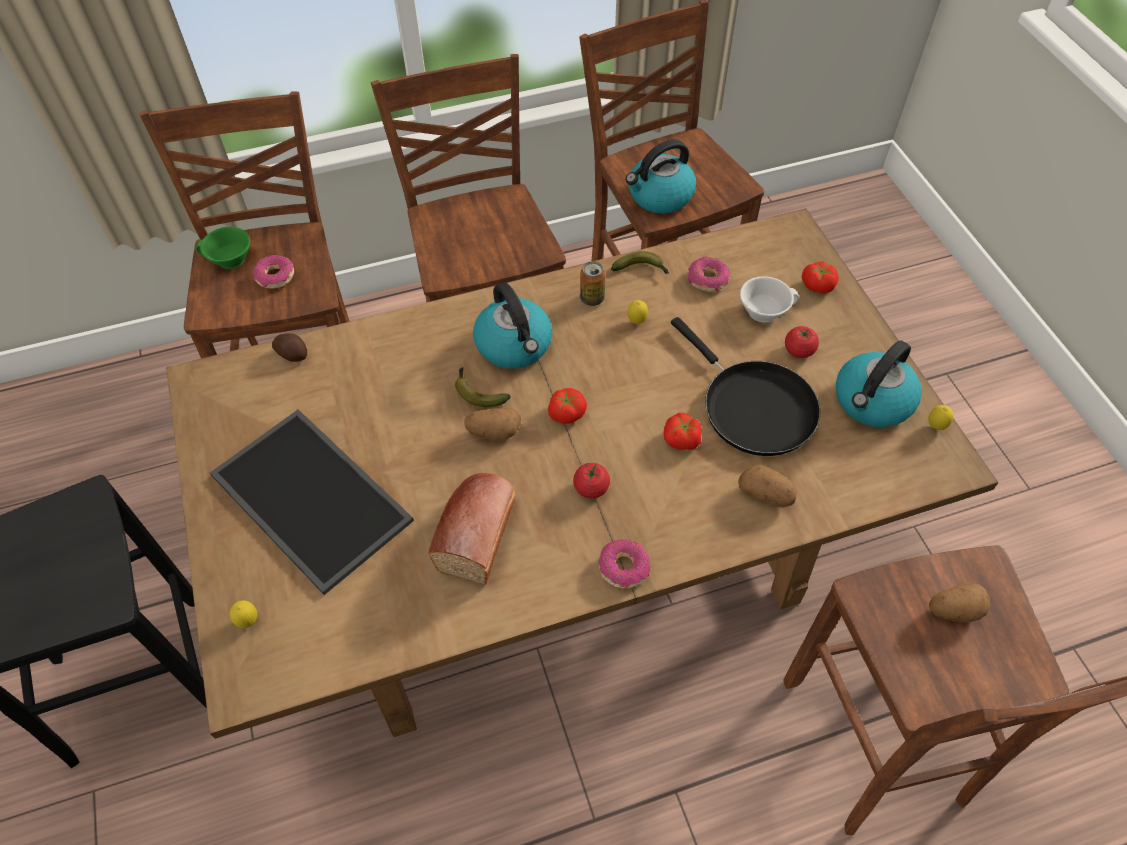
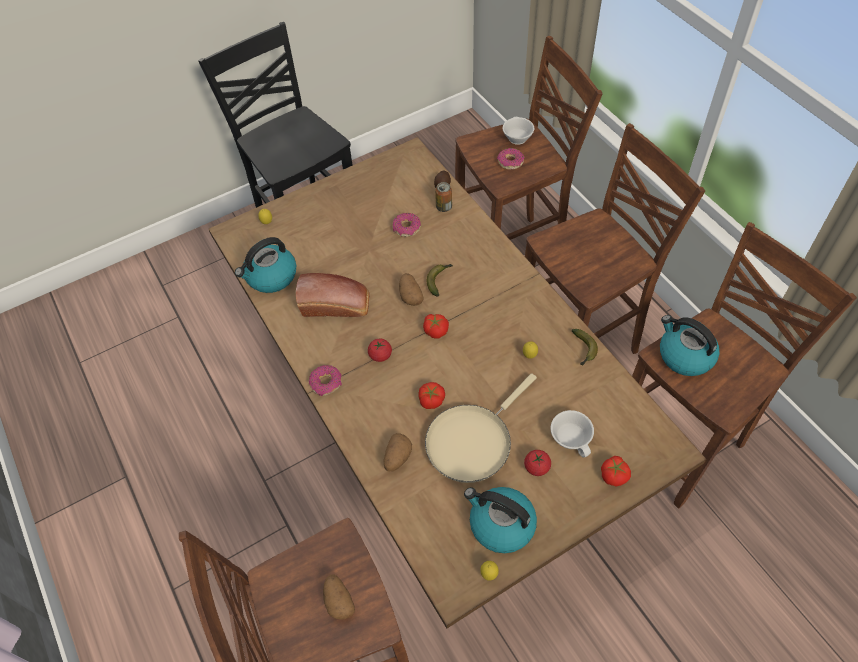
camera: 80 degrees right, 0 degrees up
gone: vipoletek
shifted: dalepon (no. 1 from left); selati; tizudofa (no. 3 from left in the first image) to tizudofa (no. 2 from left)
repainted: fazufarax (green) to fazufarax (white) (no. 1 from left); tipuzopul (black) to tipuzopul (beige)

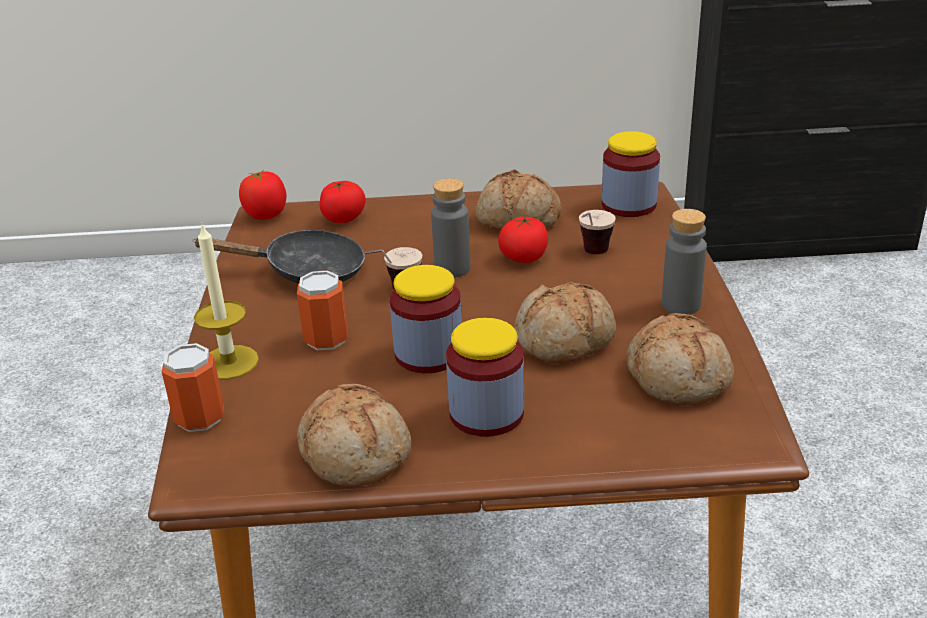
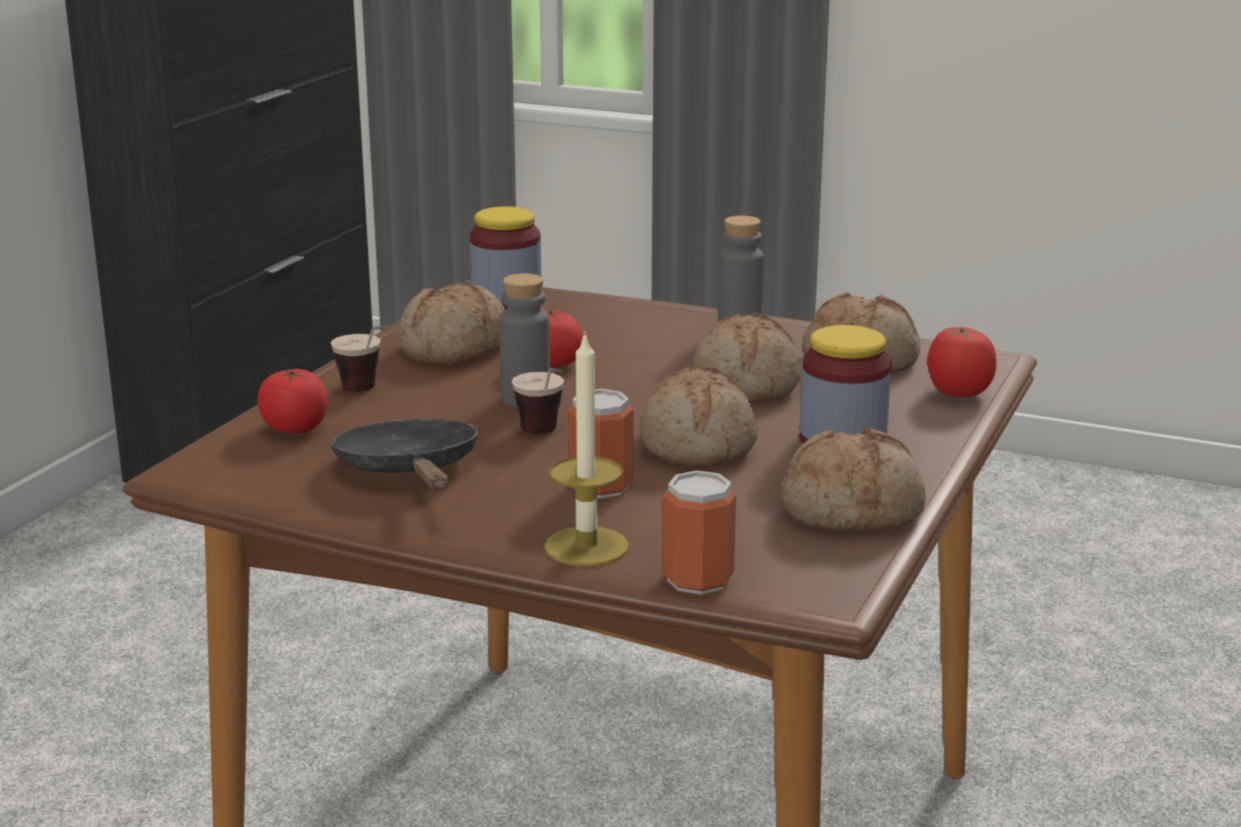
camera: 65 degrees left, 10 degrees down
shifted: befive (no. 1 from left in the first image) to befive (no. 3 from left); fazufarax (no. 2 from left in the first image) to fazufarax (no. 1 from left)
swapped: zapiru (no. 1 from left) to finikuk (no. 2 from left)
rotated: tipuzopul (black) 45 degrees counterclockwise

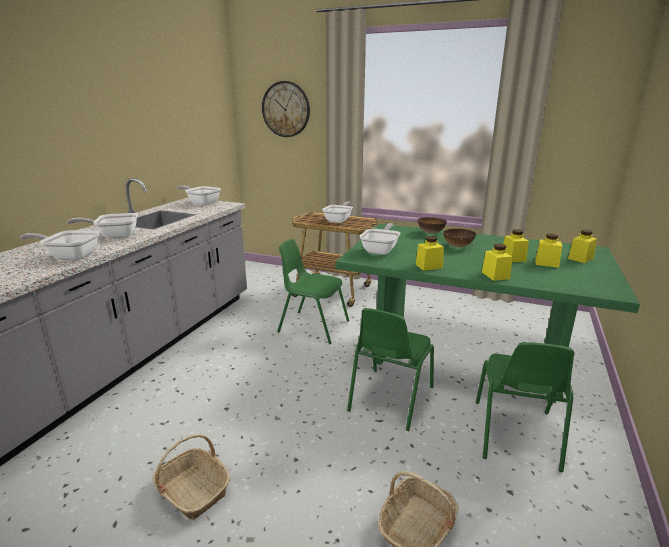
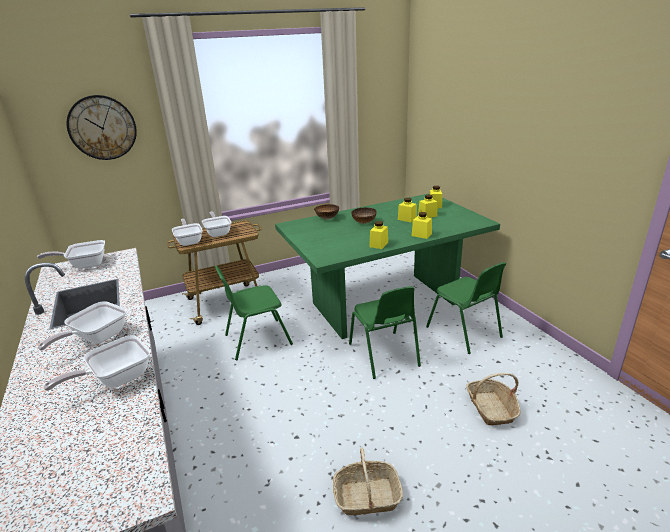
camera: 45 degrees left, 5 degrees up
shifted: tipuzopul (no. 5 from left in the first image) to tipuzopul (no. 4 from left)

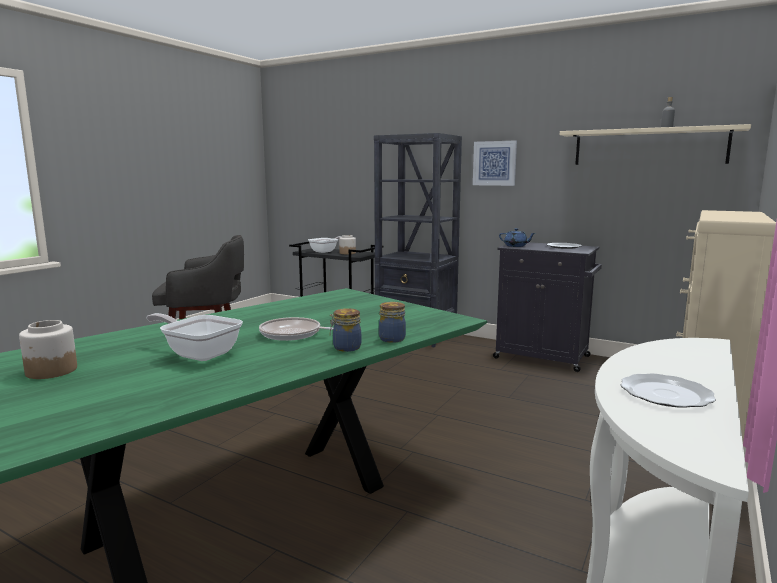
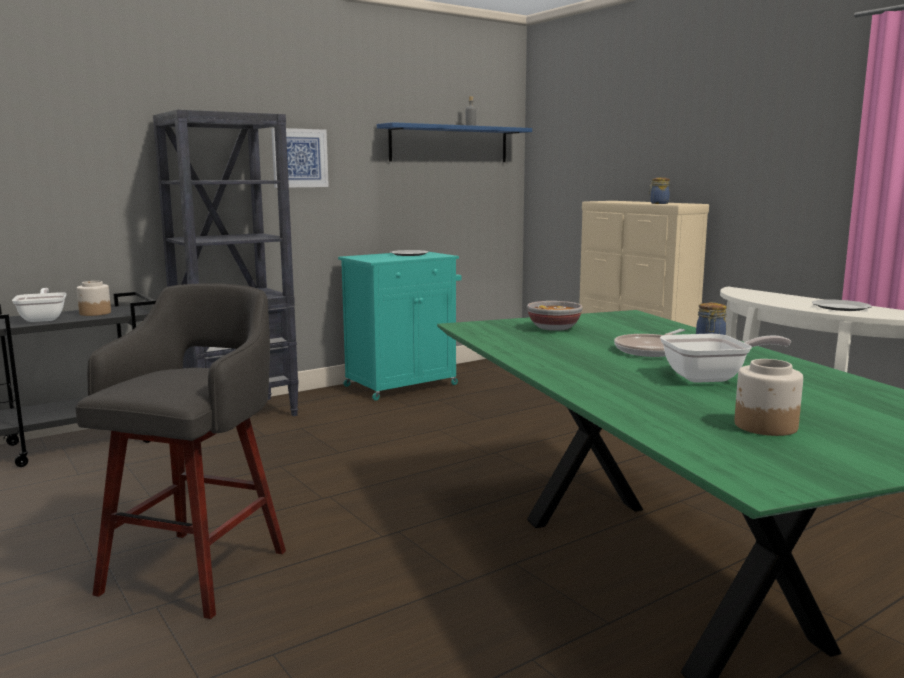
camera: 65 degrees left, 0 degrees up
gone: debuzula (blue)
new: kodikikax
shifted: zapiru (no. 4 from left in the first image) to zapiru (no. 2 from left)
repainted: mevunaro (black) to mevunaro (turquoise); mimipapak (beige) to mimipapak (blue)
rotated: tipuzopul (no. 1 from left in the first image) 150 degrees counterclockwise

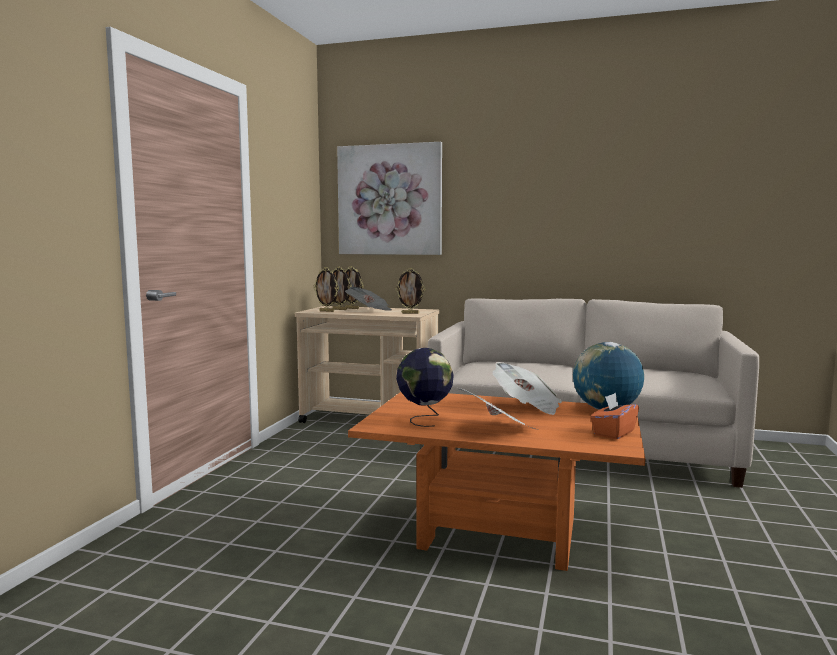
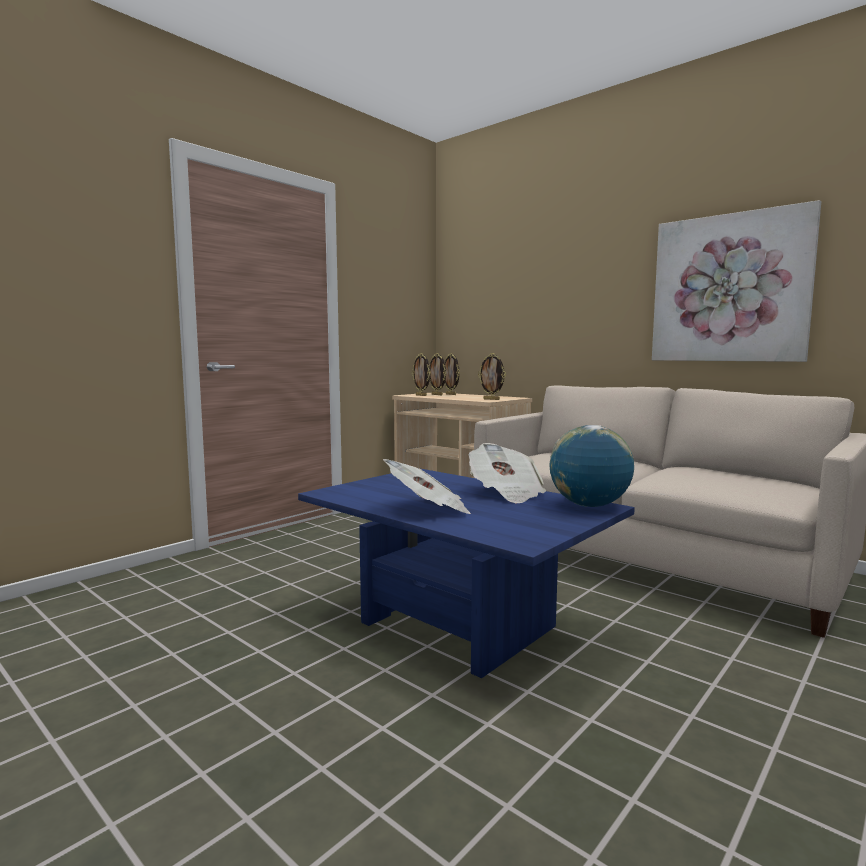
camera: 25 degrees right, 0 degrees up
gone: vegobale (no. 1 from left); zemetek (no. 1 from left); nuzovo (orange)
shifted: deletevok
repainted: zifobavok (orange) to zifobavok (blue)

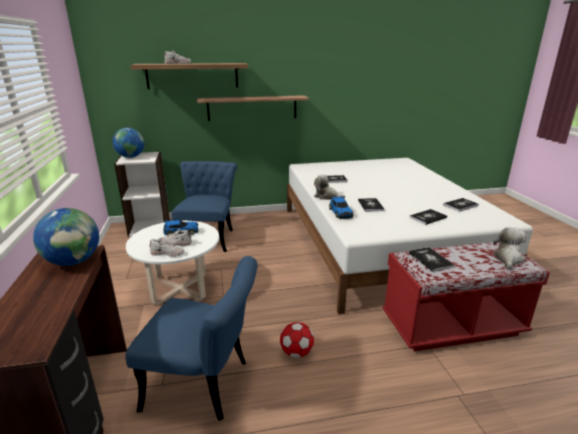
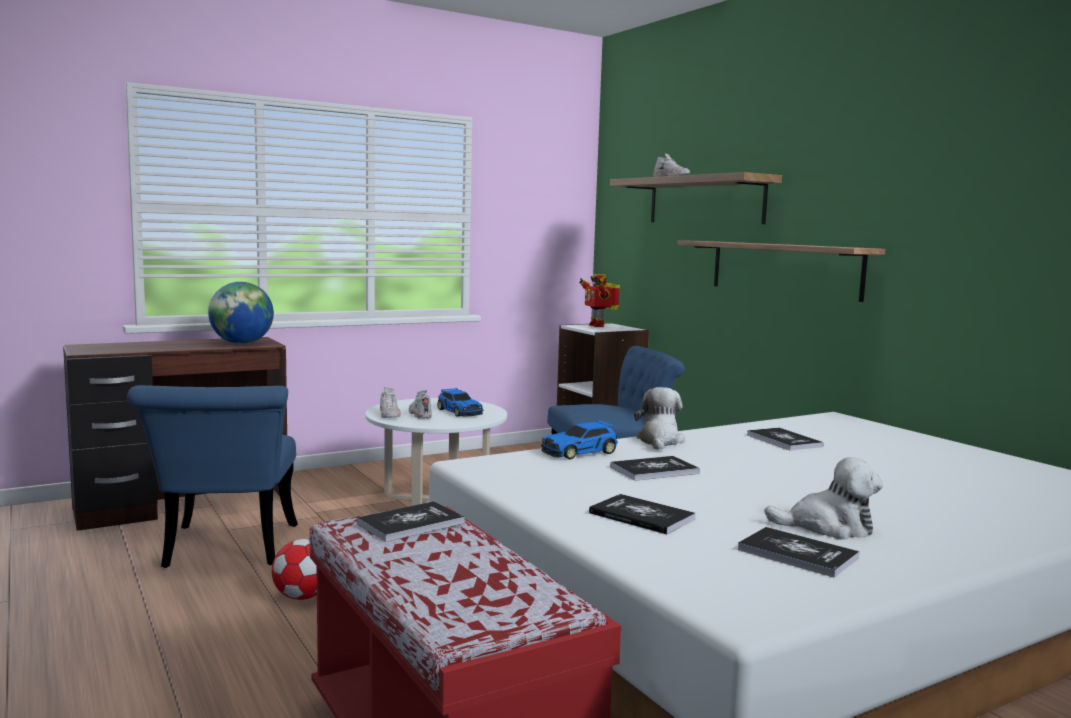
camera: 70 degrees right, 15 degrees down
shifted: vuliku (no. 2 from left)
swapped: zemetek (no. 2 from left) to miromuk

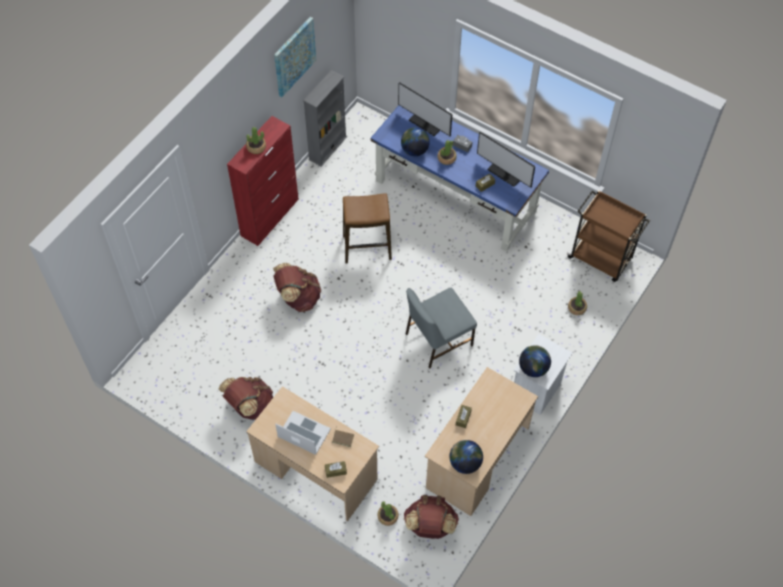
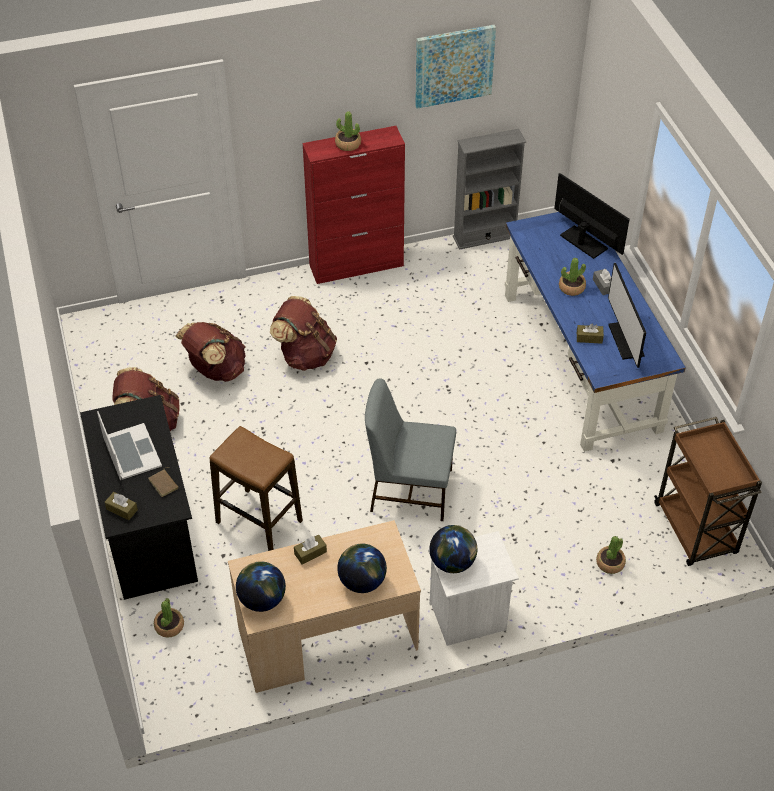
camera: 40 degrees right, 10 degrees down
shifted: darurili; zemetek (no. 1 from left in the first image) to zemetek (no. 2 from left); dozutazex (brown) (no. 3 from left in the first image) to dozutazex (brown) (no. 2 from left)
repainted: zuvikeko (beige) (no. 1 from left) to zuvikeko (black)
rotated: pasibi (no. 1 from left) 150 degrees clockwise

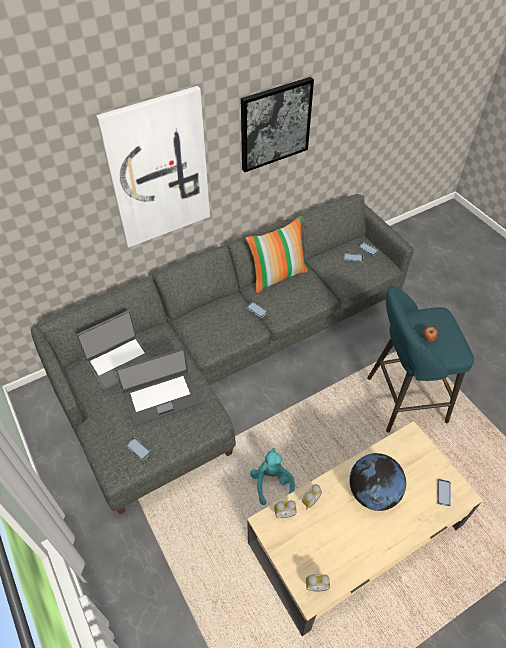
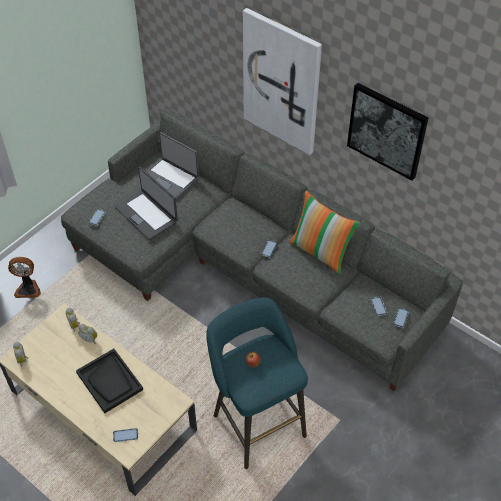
camera: 70 degrees right, 0 degrees up
gone: vuliku (turquoise)
new: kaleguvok
swapped: zemetek to vipoletek (black)

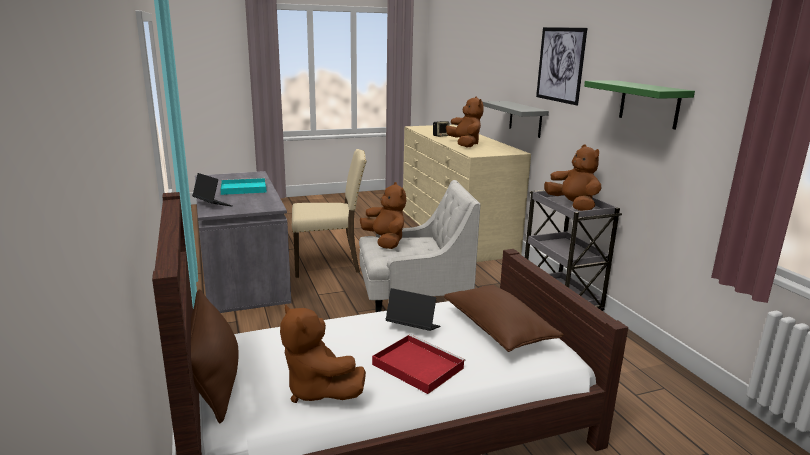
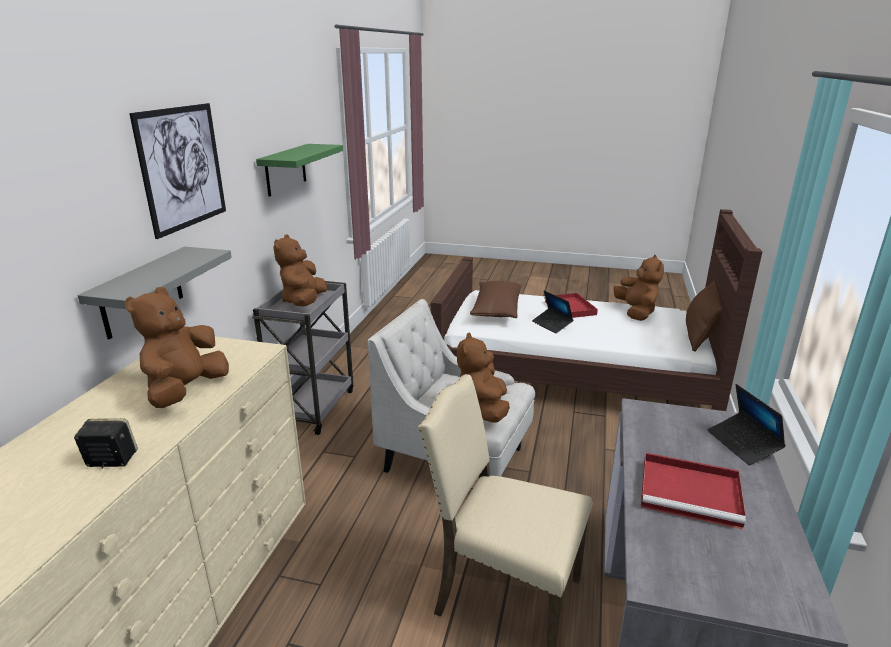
camera: 145 degrees left, 5 degrees up
repainted: vipoletek (turquoise) to vipoletek (red) (no. 2 from left)

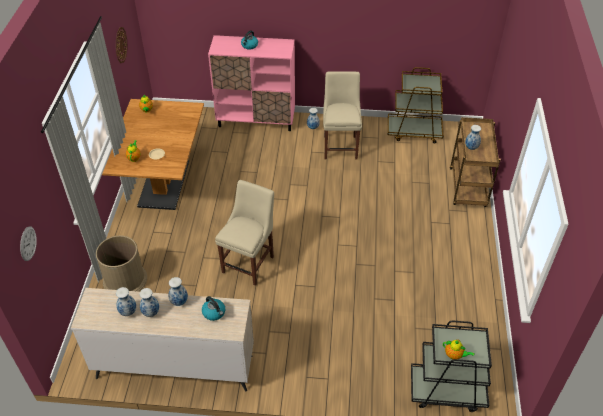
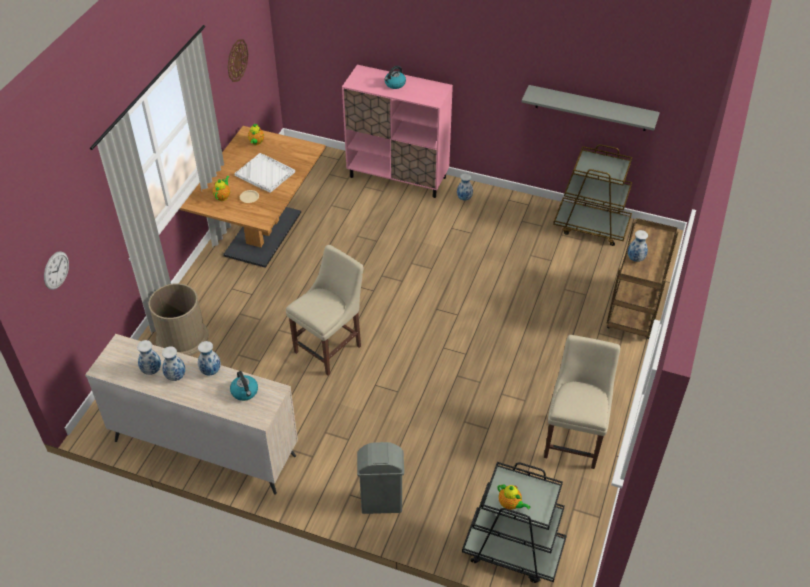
camera: 15 degrees right, 0 degrees up
new: vipoletek (white); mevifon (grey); mimipapak (grey)
shifted: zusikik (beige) (no. 2 from left)

